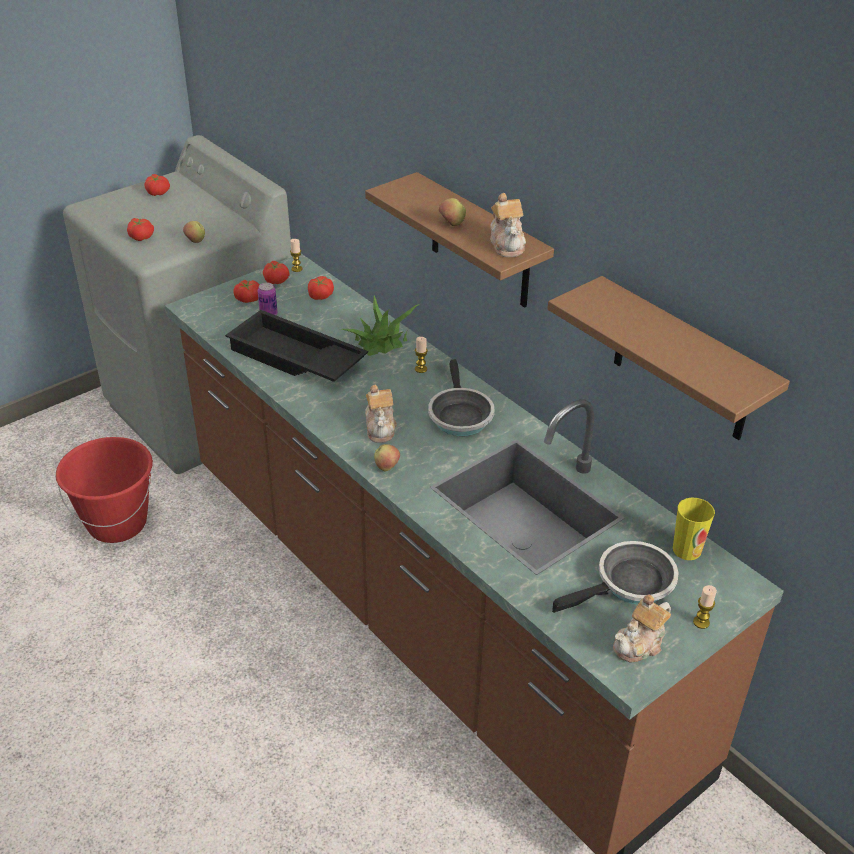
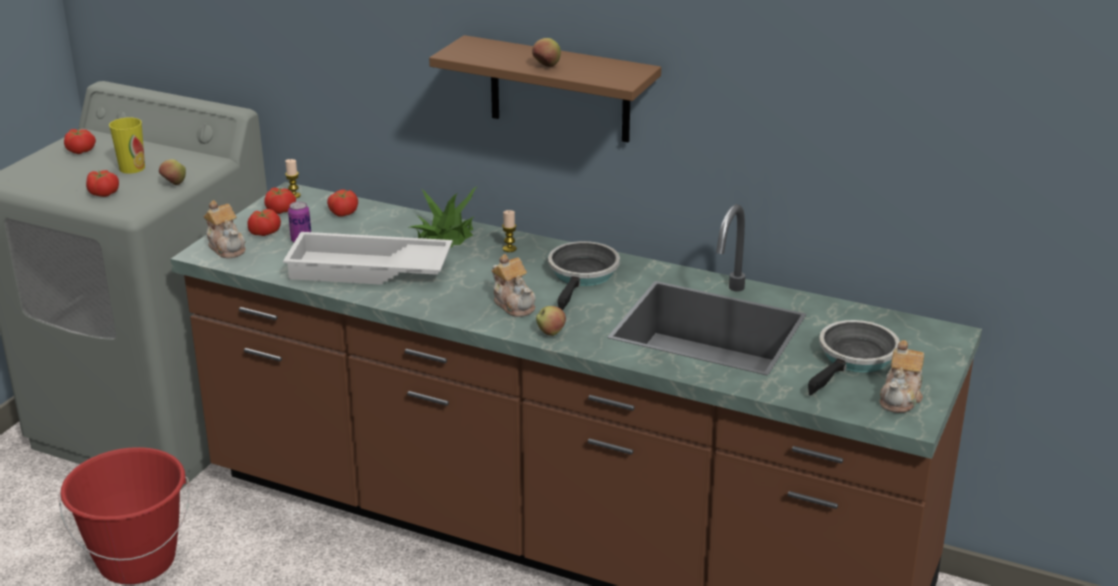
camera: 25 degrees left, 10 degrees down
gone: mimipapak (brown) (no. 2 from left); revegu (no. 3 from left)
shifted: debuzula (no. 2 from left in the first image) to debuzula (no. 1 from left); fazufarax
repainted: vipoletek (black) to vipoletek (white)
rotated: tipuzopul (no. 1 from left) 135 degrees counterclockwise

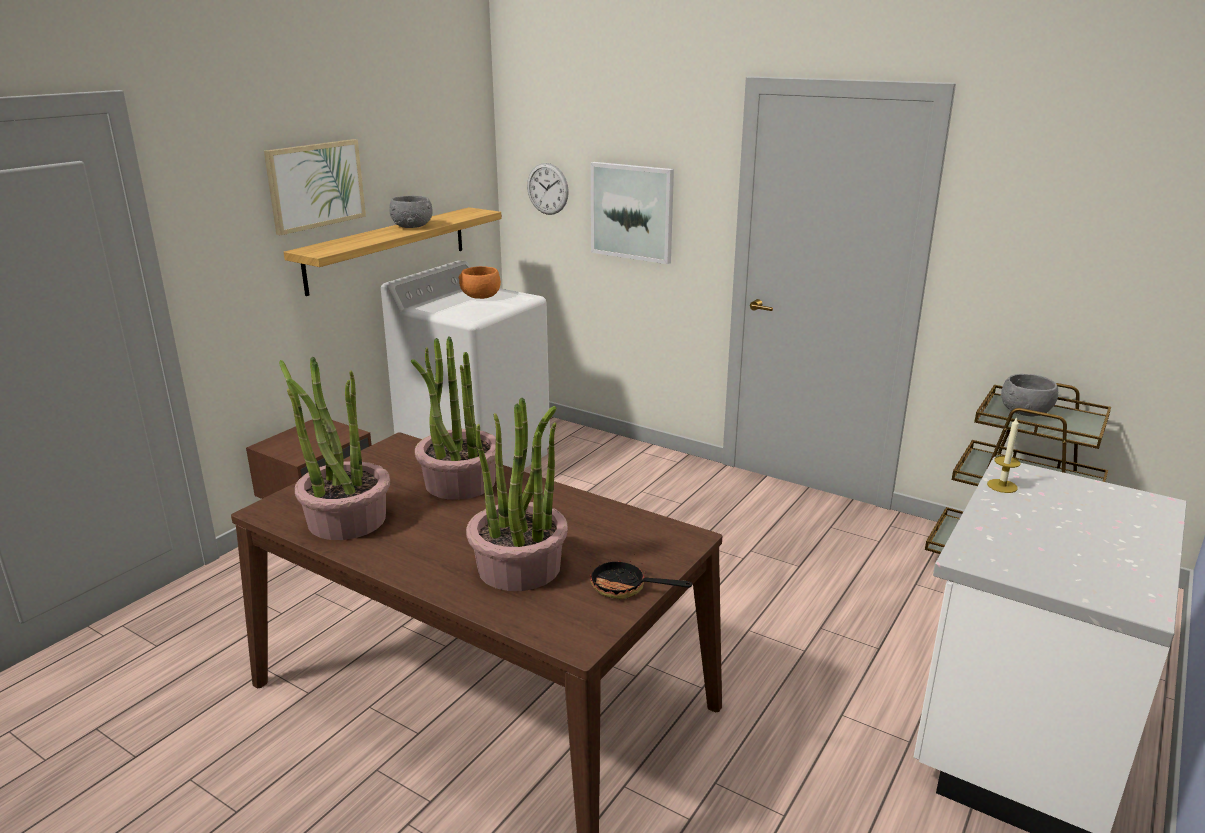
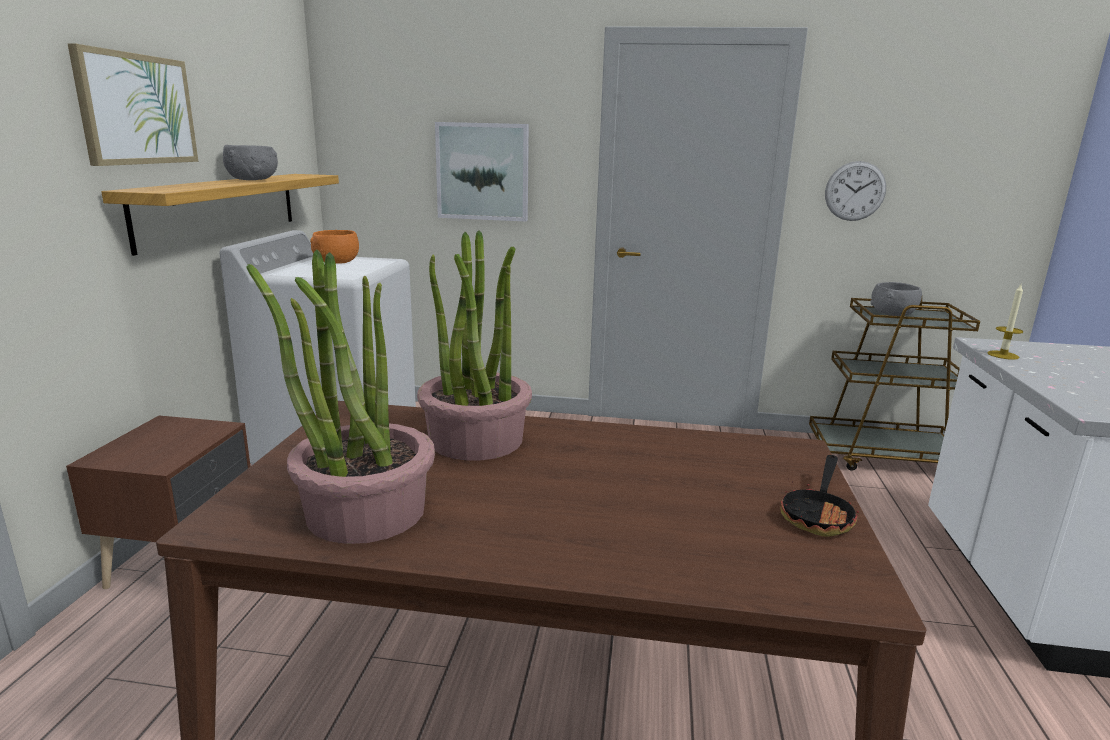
camera: 25 degrees left, 5 degrees down
gone: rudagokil (no. 3 from left)
shifted: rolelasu
rotated: tipuzopul 60 degrees counterclockwise

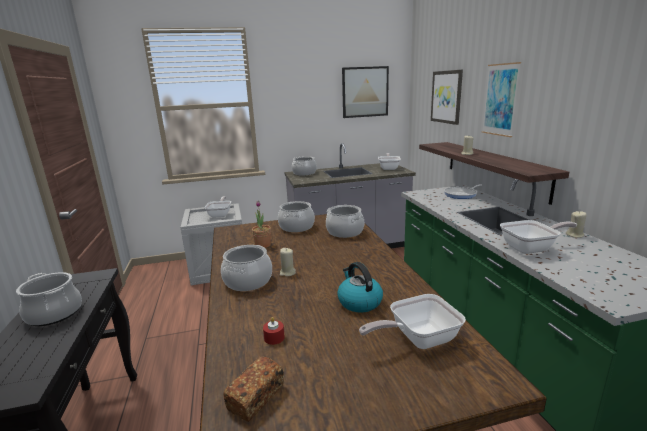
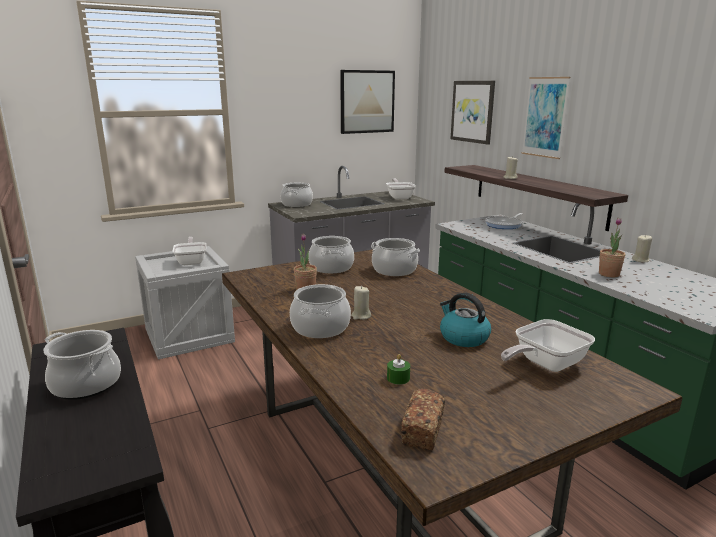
camera: 15 degrees left, 0 degrees up
swapped: tipuzopul (no. 5 from left) to rudagokil (no. 2 from left)
repainted: revegu (red) to revegu (green)

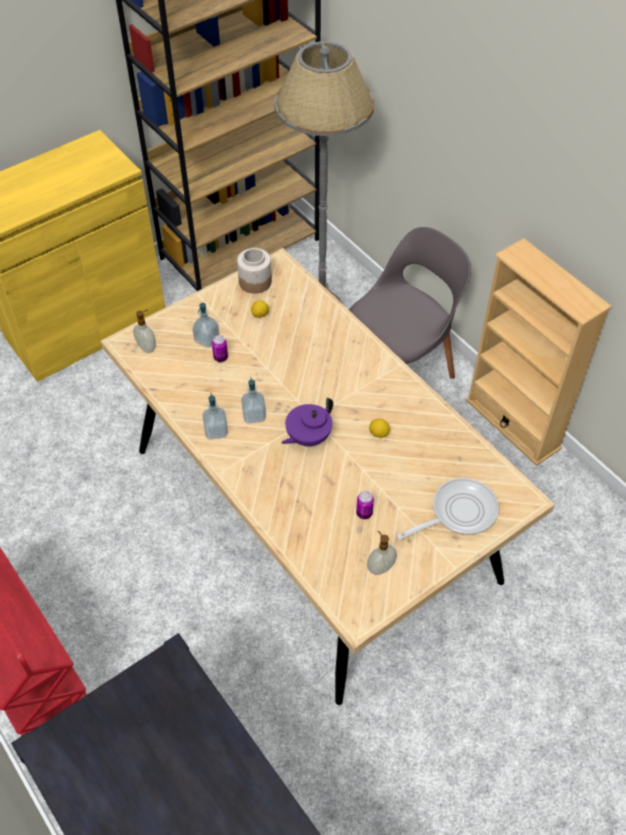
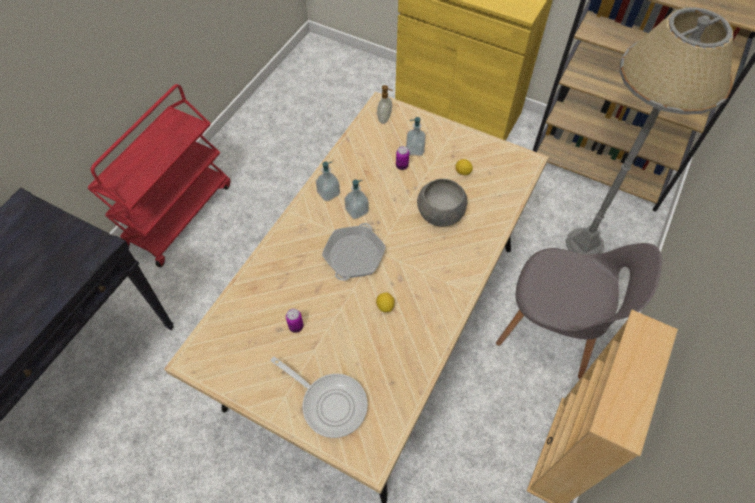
camera: 65 degrees right, 5 degrees up
gone: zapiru; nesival (no. 5 from left)
new: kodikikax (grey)
swapped: debuzula (purple) to tipuzopul (no. 2 from left)

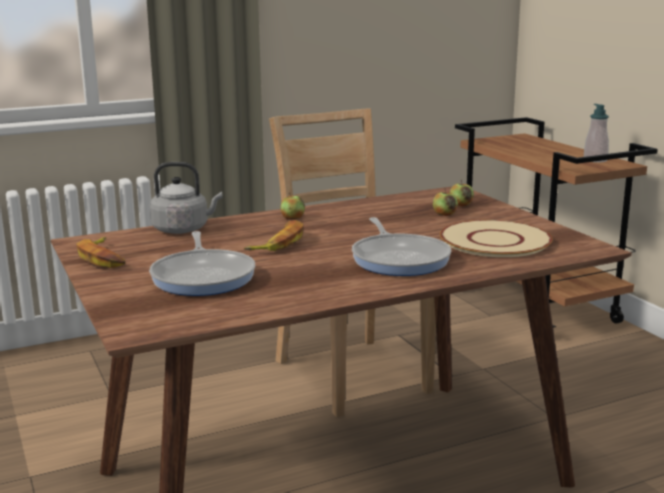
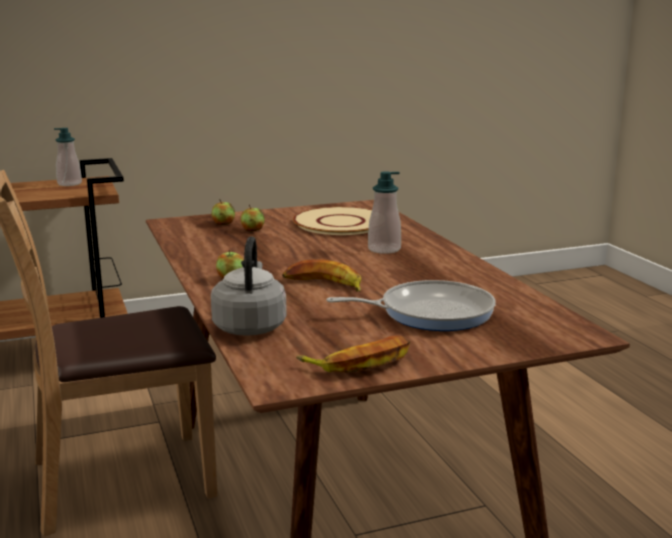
camera: 85 degrees left, 0 degrees up
swapped: tipuzopul (no. 2 from left) to nesival (no. 2 from left)

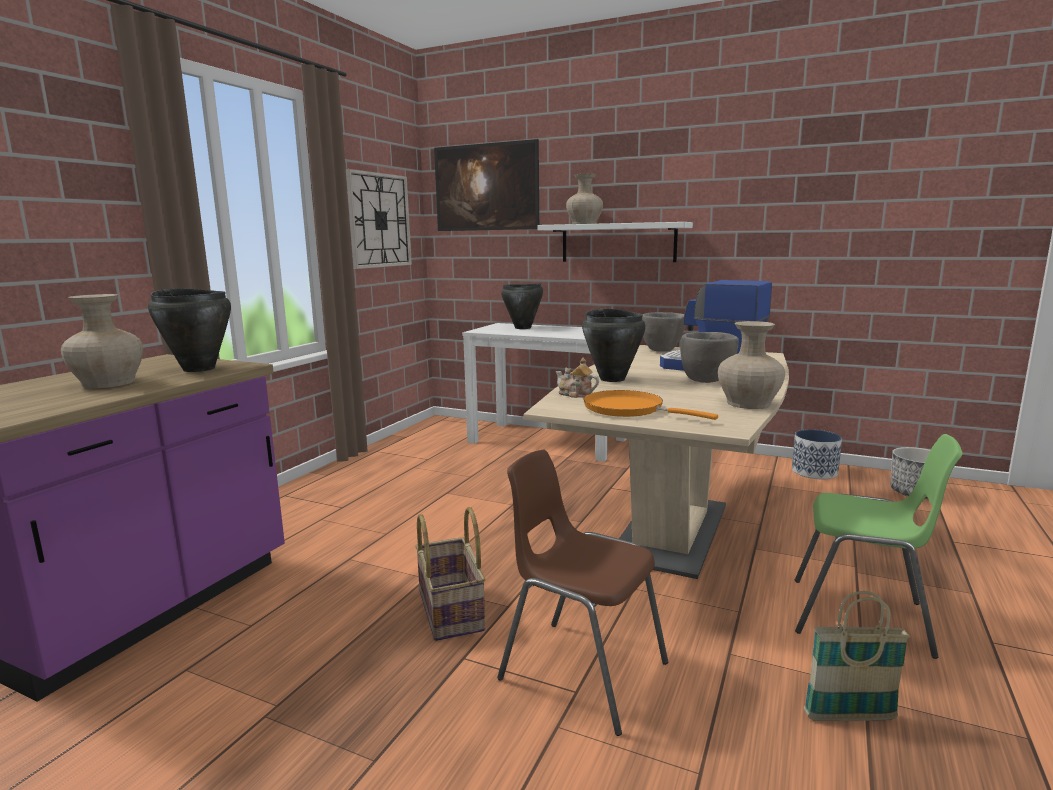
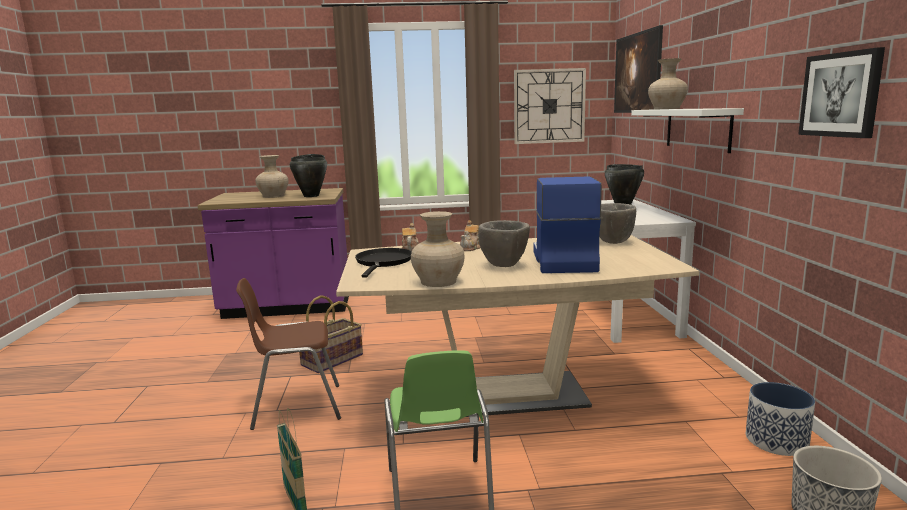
camera: 60 degrees right, 0 degrees up
new: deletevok (no. 2 from left)
swapped: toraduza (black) (no. 3 from left) to debuzula (no. 2 from left)
repainted: tipuzopul (orange) to tipuzopul (black)
rotated: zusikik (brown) 105 degrees counterclockwise

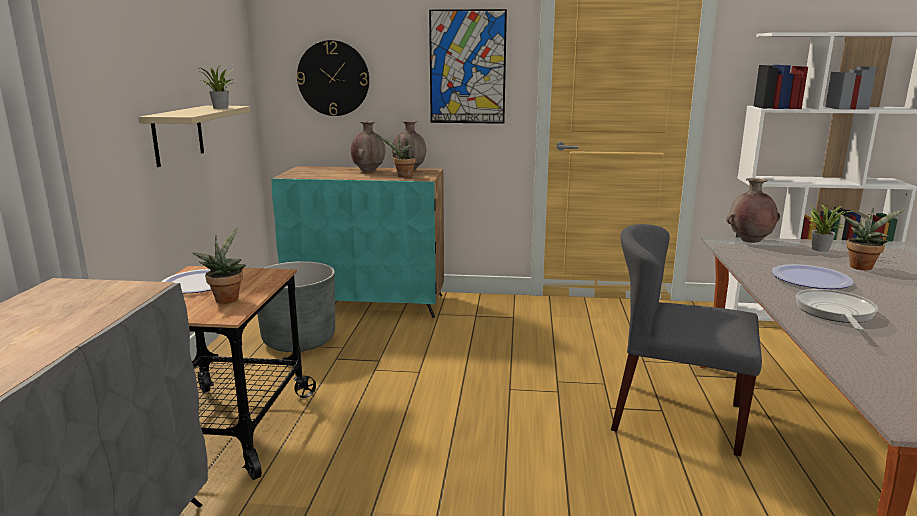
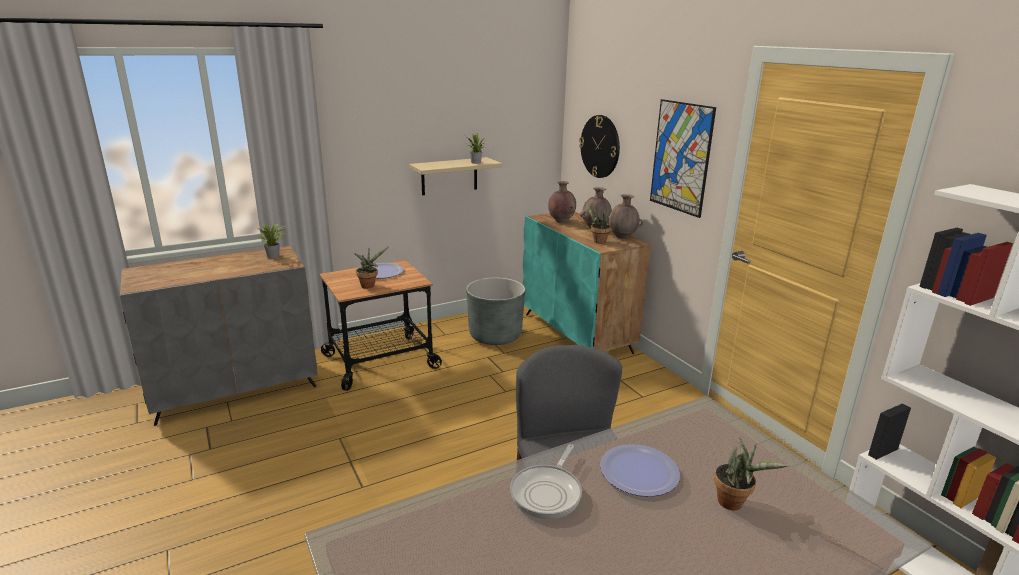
camera: 55 degrees right, 5 degrees up
shifted: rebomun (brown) (no. 3 from left in the first image) to rebomun (brown) (no. 1 from left); rudagokil (no. 4 from left in the first image) to rudagokil (no. 1 from left)
rotated: tipuzopul 135 degrees clockwise

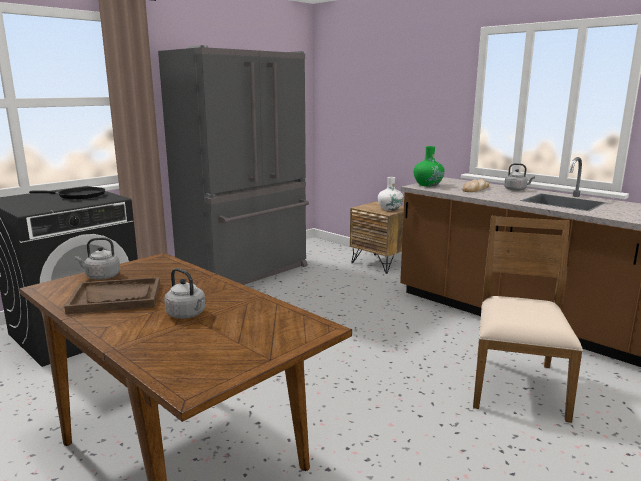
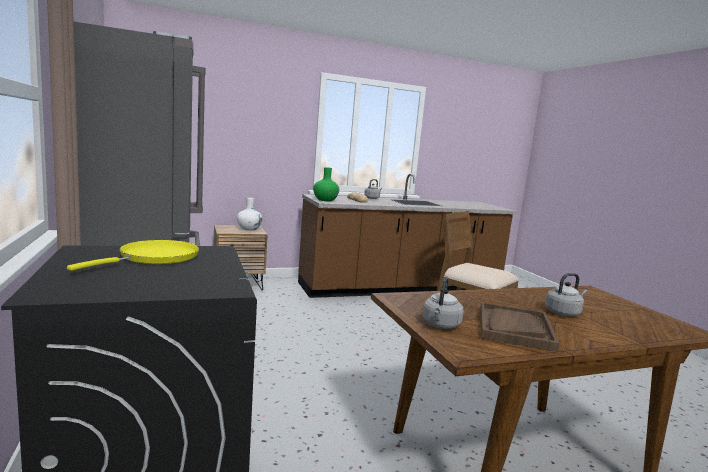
camera: 65 degrees left, 5 degrees down
repainted: tipuzopul (black) to tipuzopul (yellow)

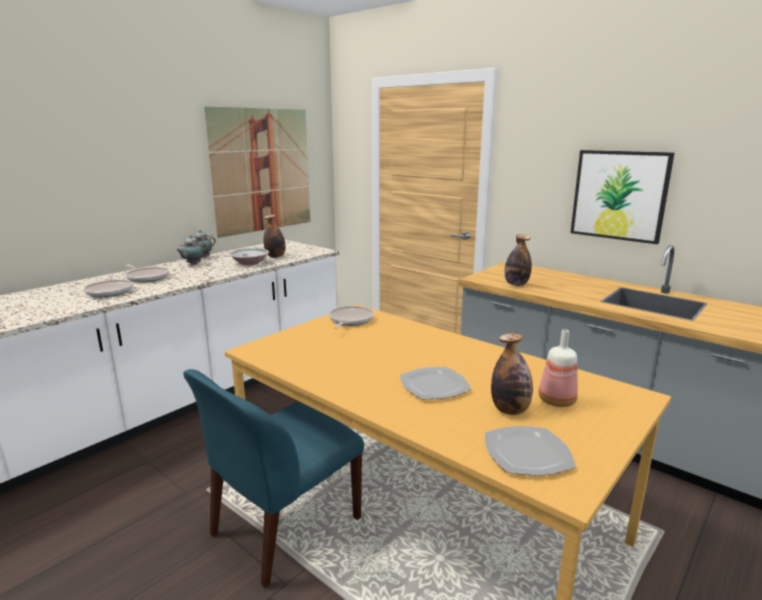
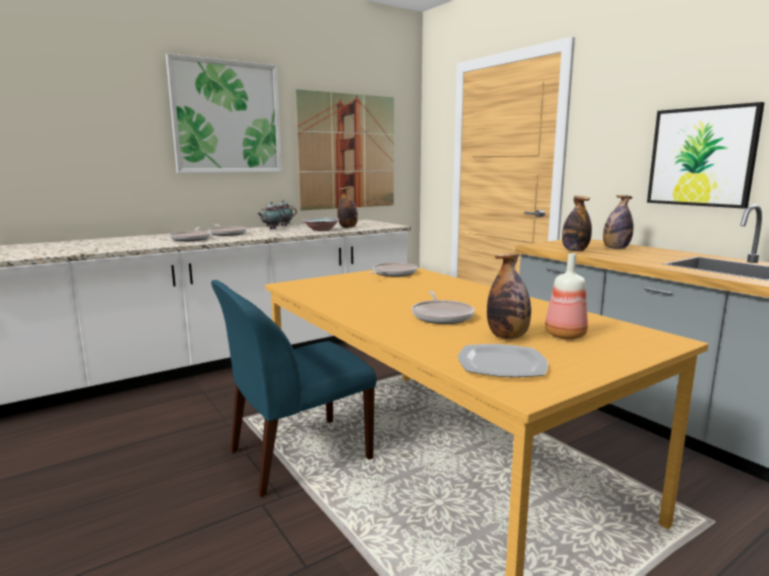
camera: 15 degrees right, 5 degrees down
new: deletevok (no. 1 from left); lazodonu (no. 5 from left)
swapped: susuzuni (no. 1 from left) to tipuzopul (no. 4 from left)

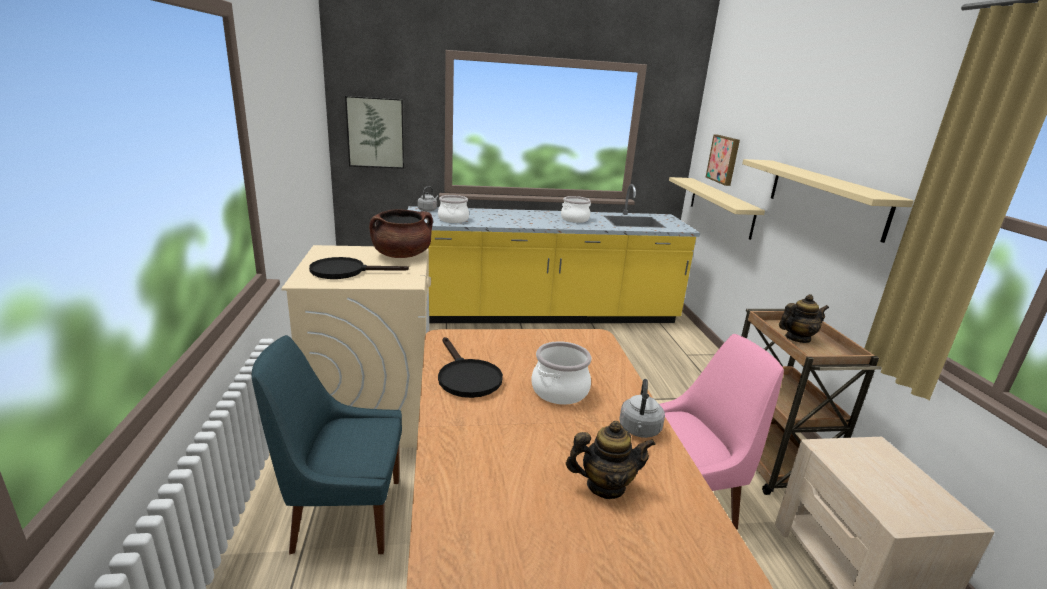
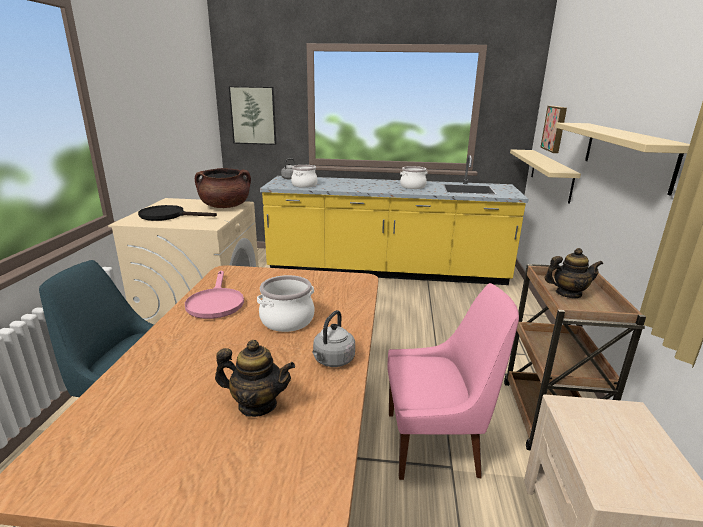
camera: 15 degrees right, 0 degrees up
repainted: tipuzopul (black) (no. 2 from left) to tipuzopul (pink)

